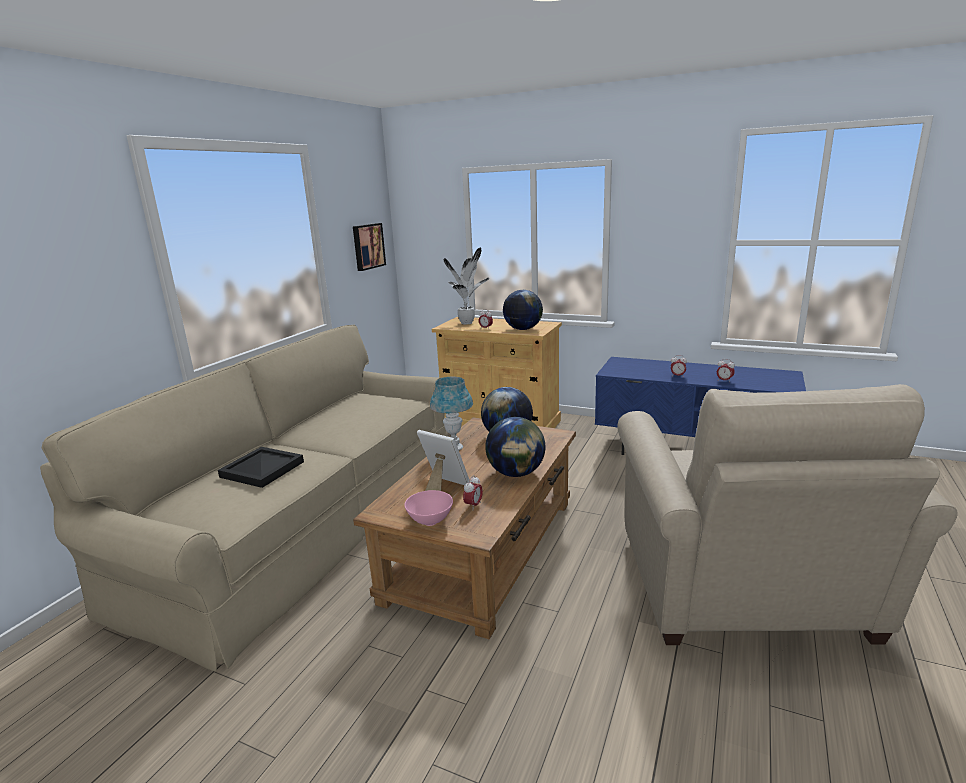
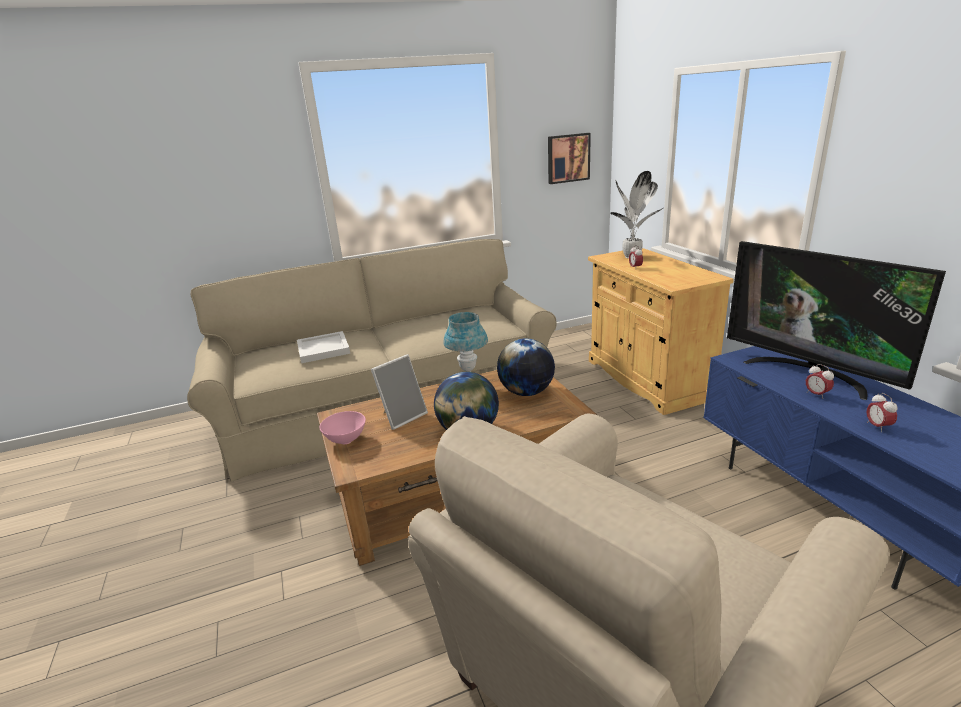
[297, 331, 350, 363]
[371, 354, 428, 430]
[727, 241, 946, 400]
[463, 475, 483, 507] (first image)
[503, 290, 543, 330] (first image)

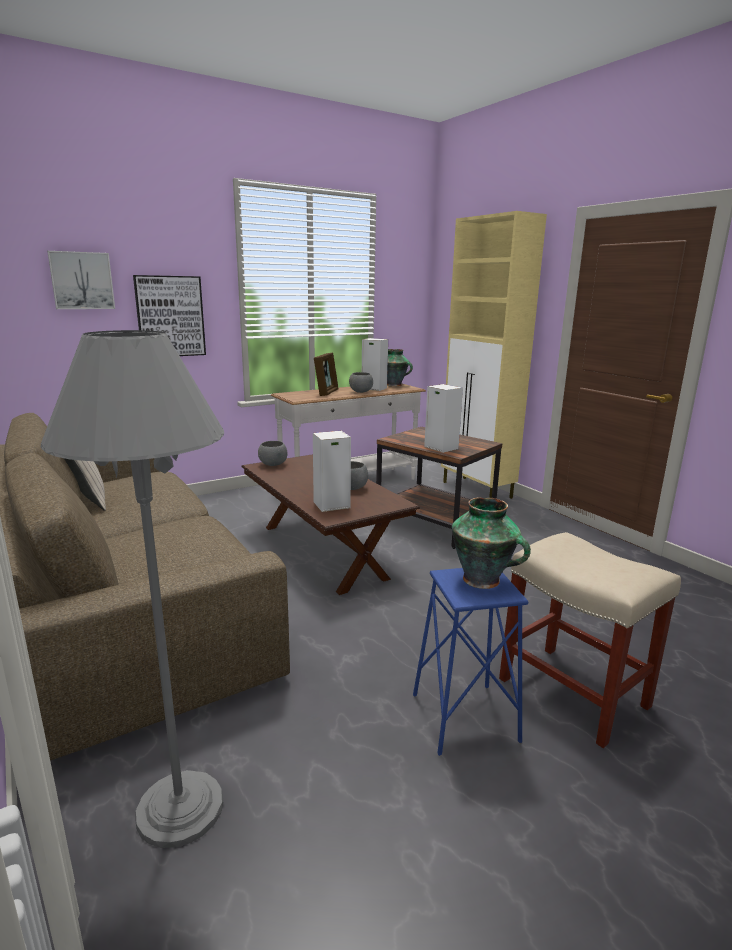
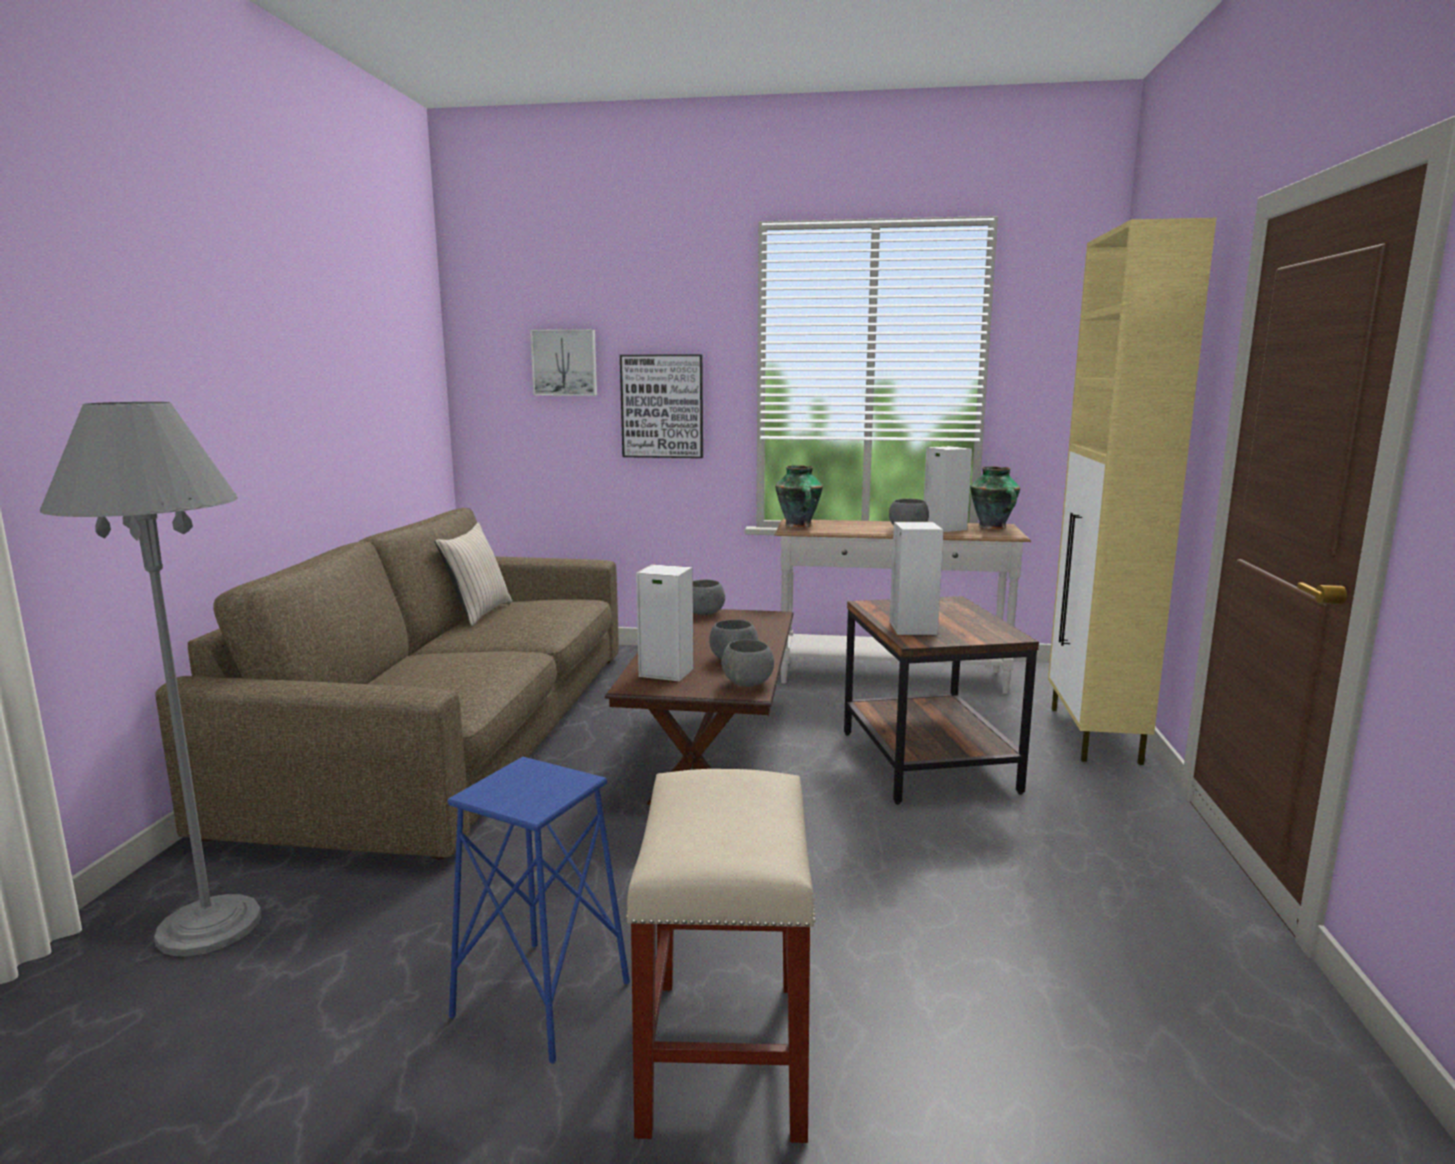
[721, 639, 774, 687]
[775, 465, 823, 528]
[314, 353, 339, 396] (first image)

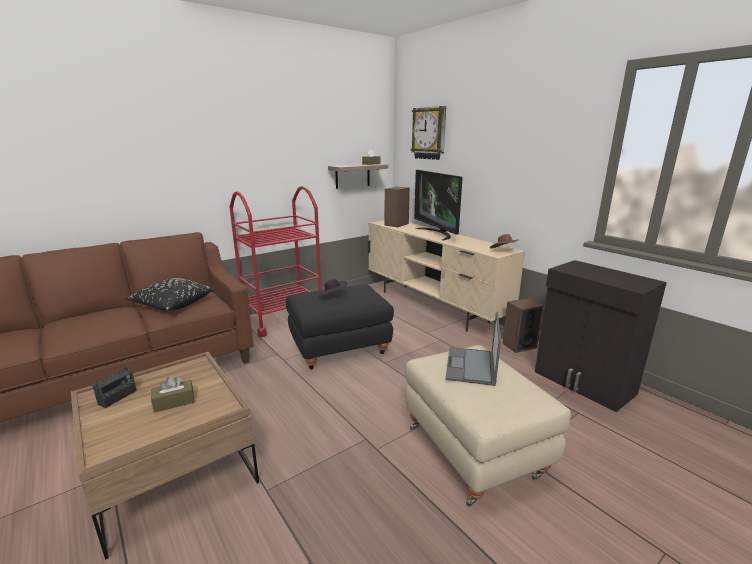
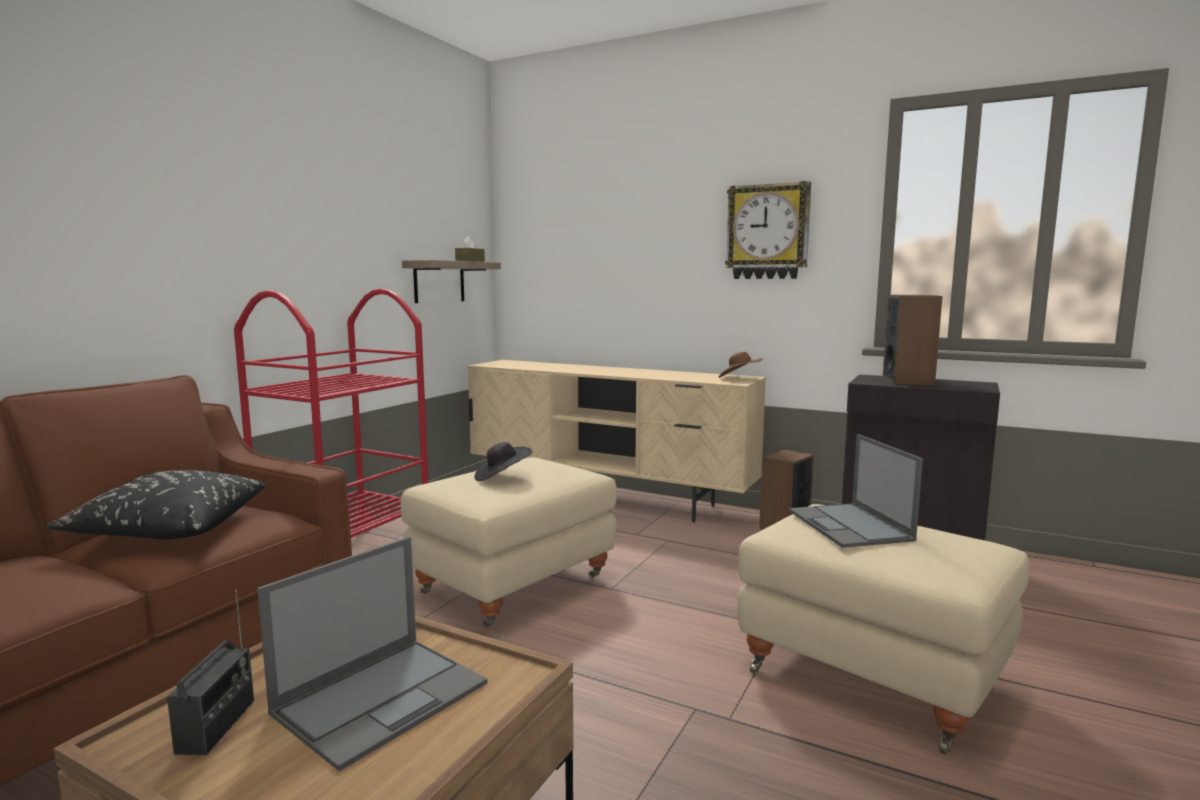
[257, 537, 487, 771]
[401, 457, 617, 627]
[725, 181, 811, 279]
[883, 295, 942, 385]
[414, 170, 463, 240] (first image)

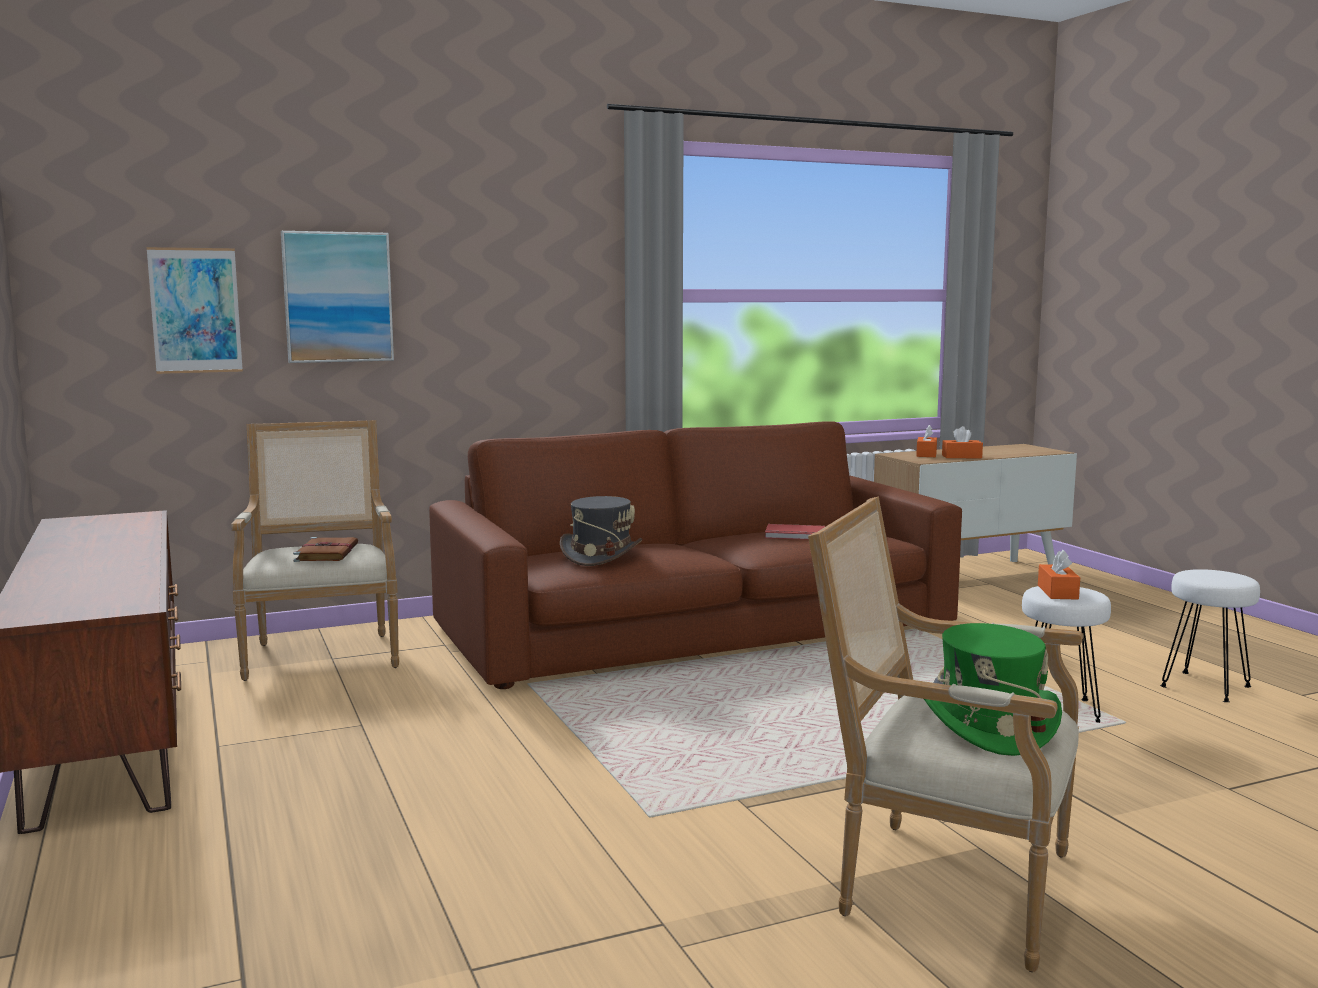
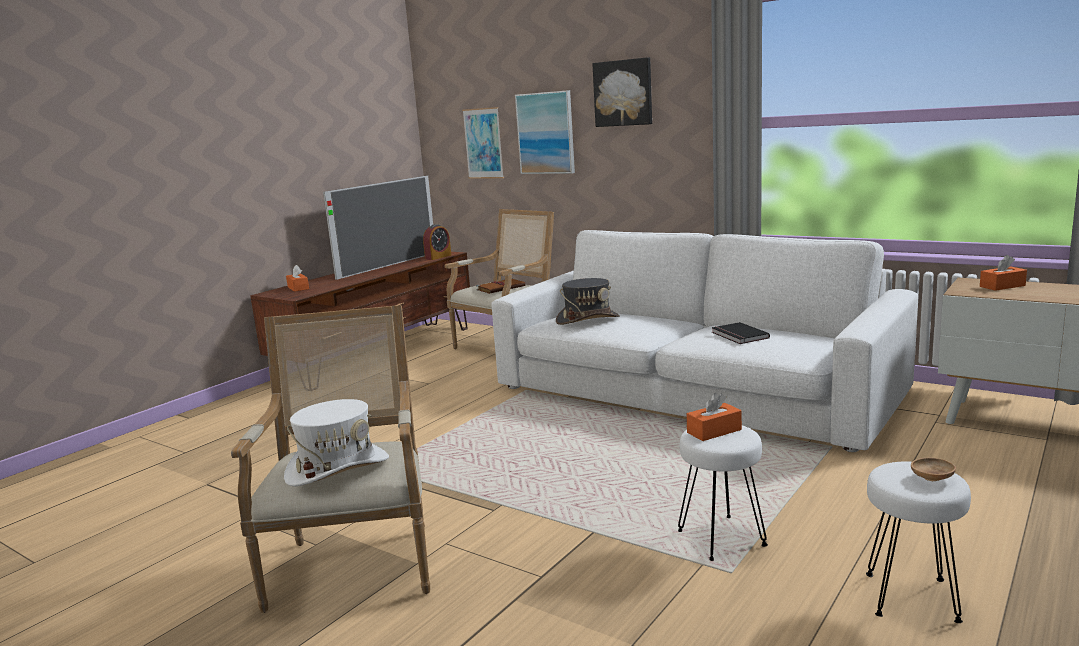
[284, 399, 389, 486]
[286, 265, 309, 292]
[323, 176, 433, 280]
[423, 224, 451, 260]
[491, 230, 918, 452]
[592, 57, 652, 127]
[712, 322, 770, 344]
[911, 458, 956, 481]

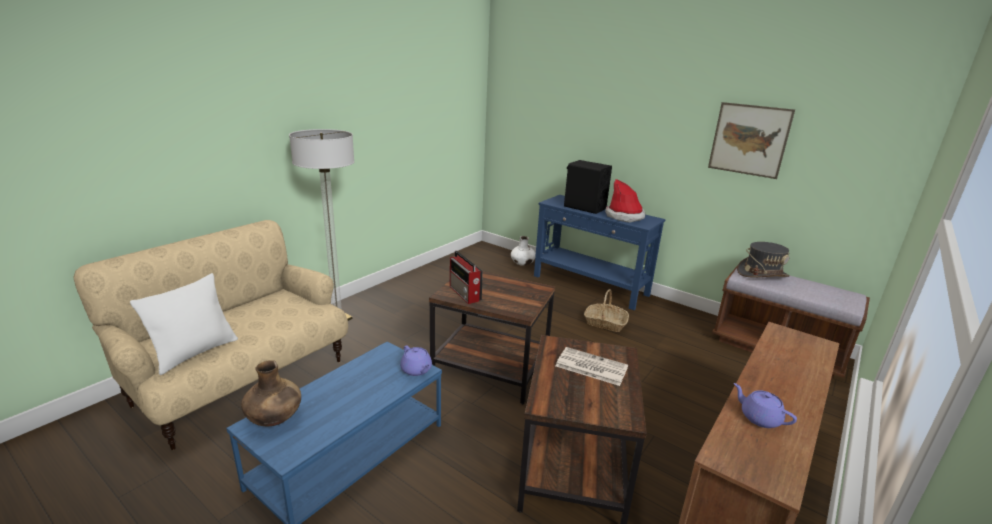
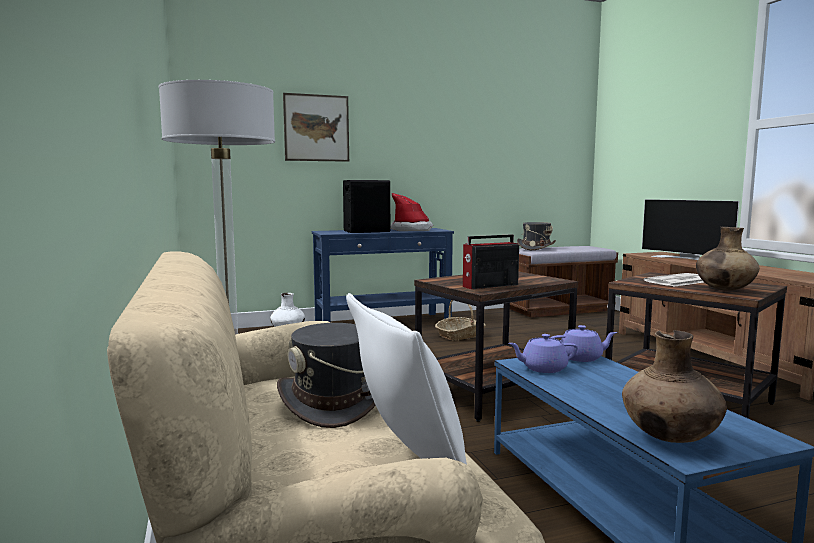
[277, 323, 376, 428]
[283, 93, 349, 162]
[463, 234, 519, 289]
[508, 334, 578, 373]
[642, 199, 739, 260]
[696, 227, 760, 291]

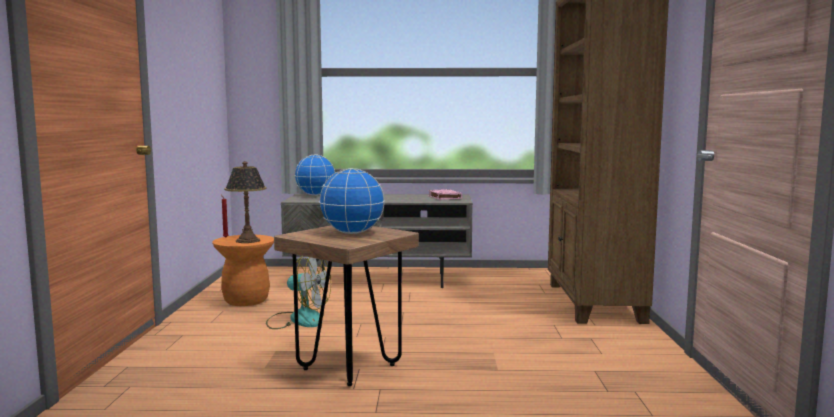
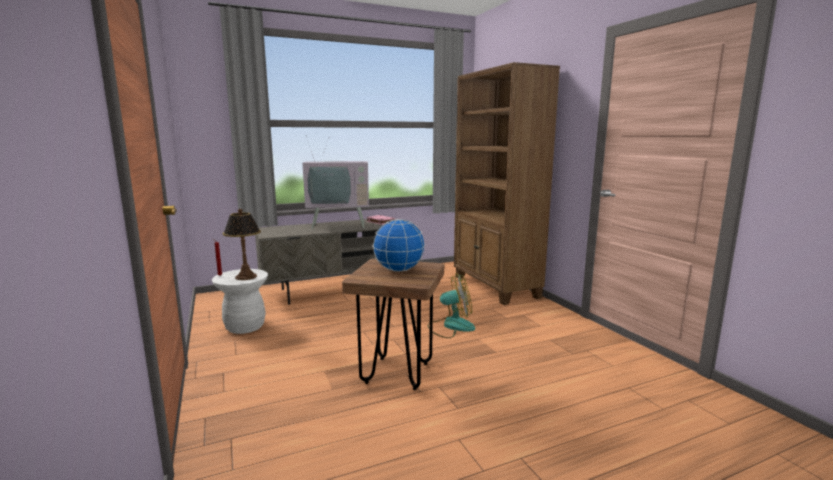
[212, 269, 268, 334]
[303, 135, 369, 229]
[428, 273, 475, 338]
[294, 155, 335, 196] (first image)

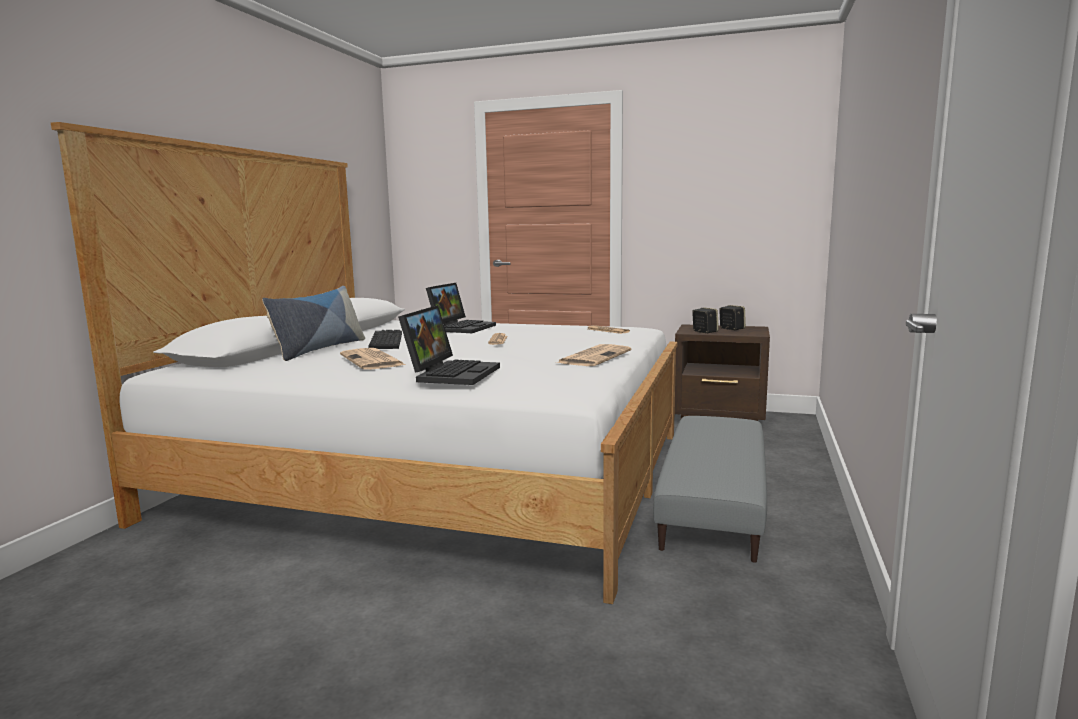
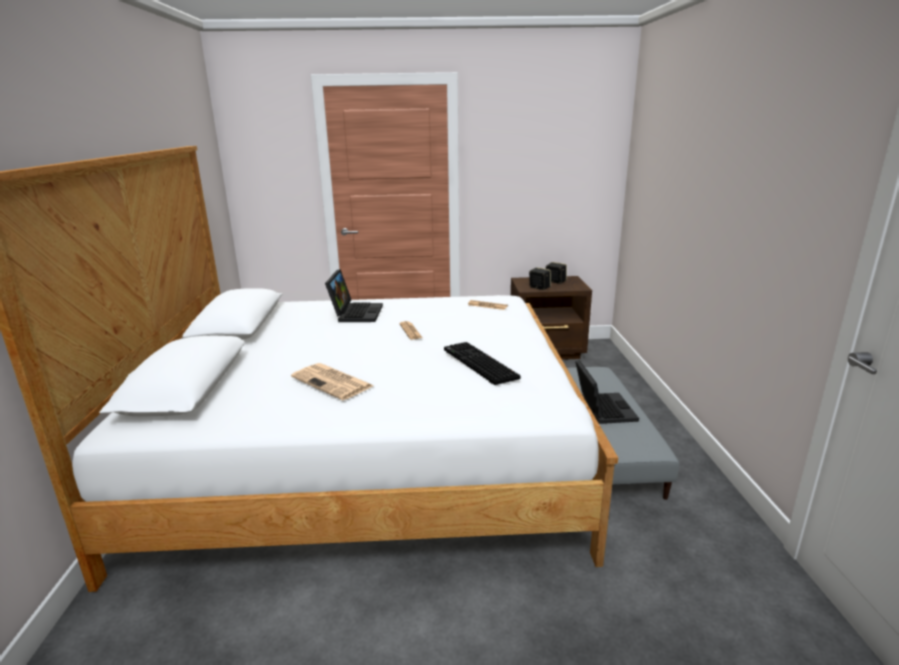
[444, 342, 521, 385]
[575, 360, 639, 424]
[262, 286, 365, 361] (first image)
[557, 344, 631, 366] (first image)

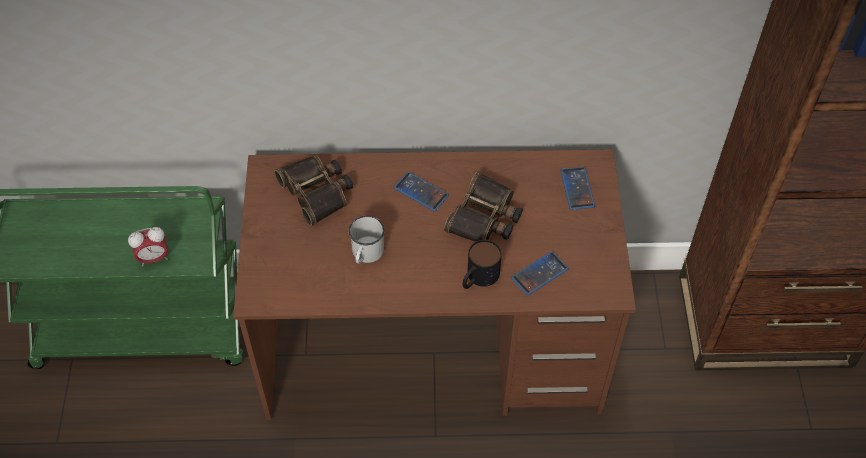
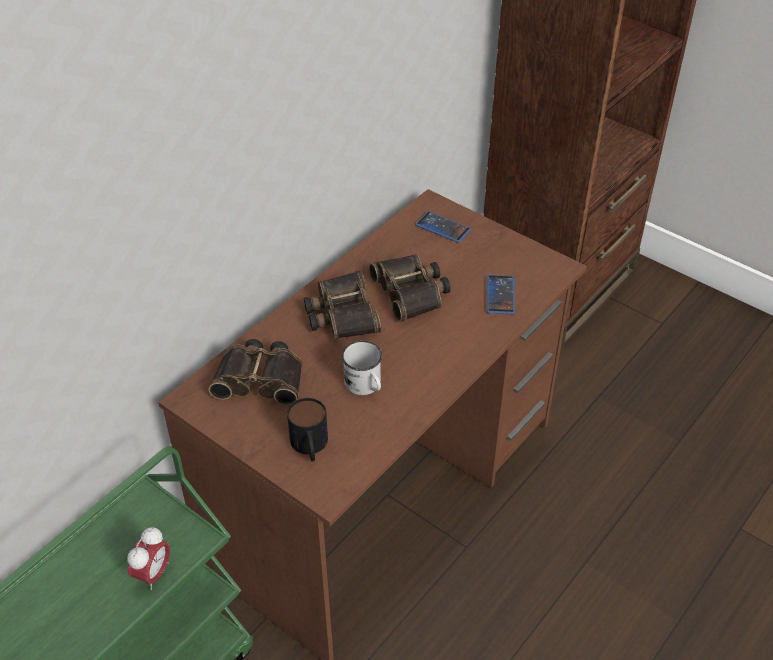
[287, 398, 328, 461]
[304, 270, 381, 339]

